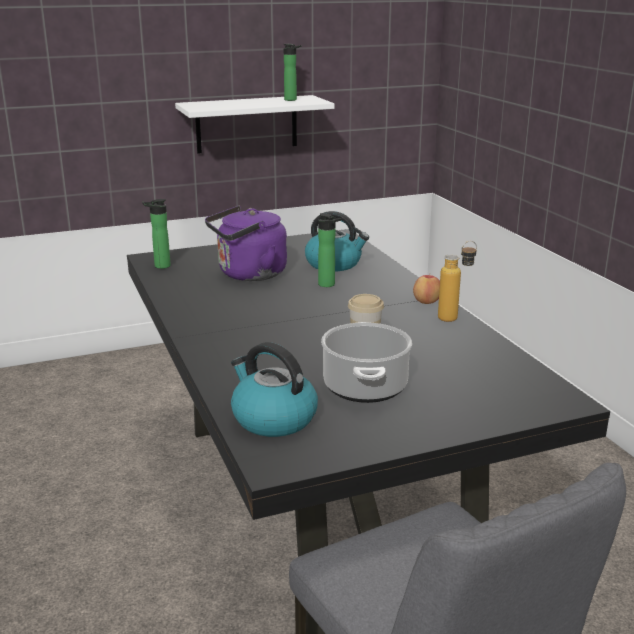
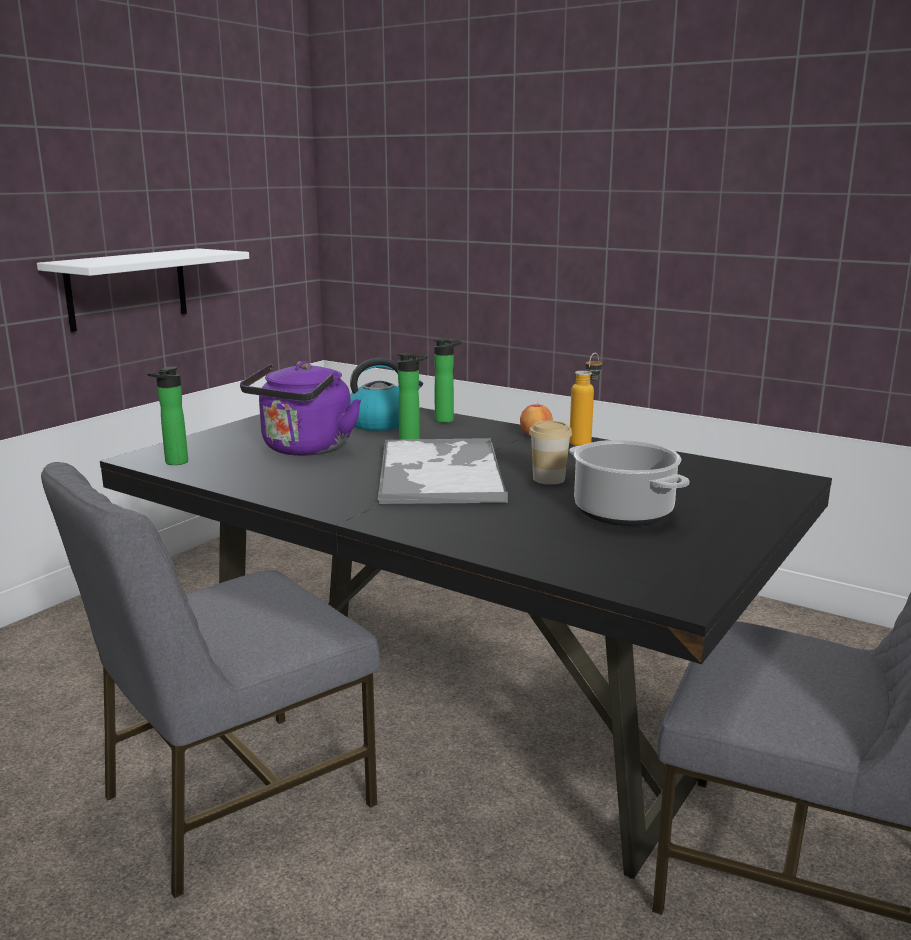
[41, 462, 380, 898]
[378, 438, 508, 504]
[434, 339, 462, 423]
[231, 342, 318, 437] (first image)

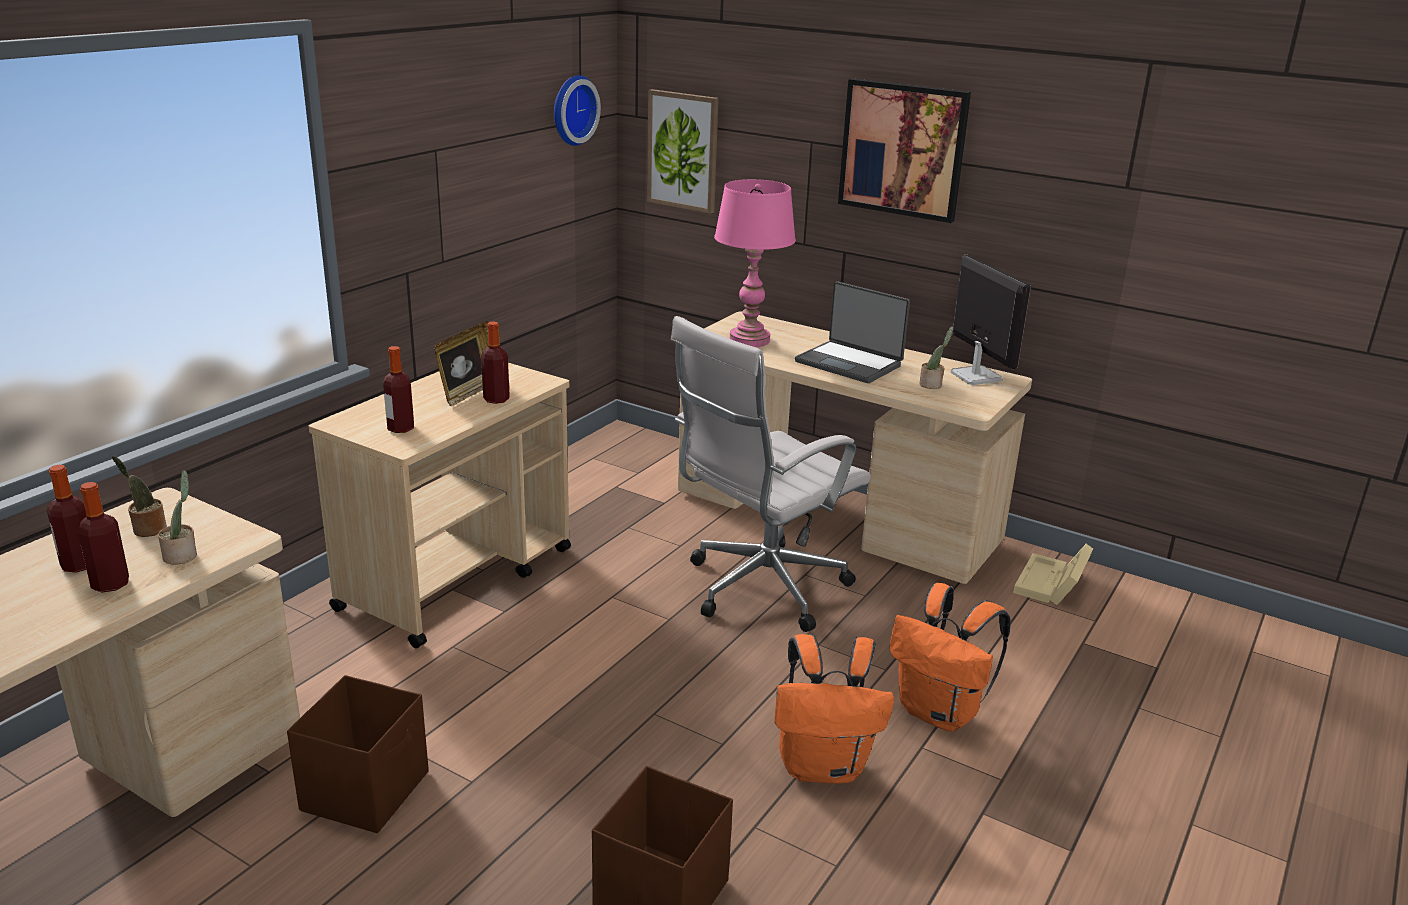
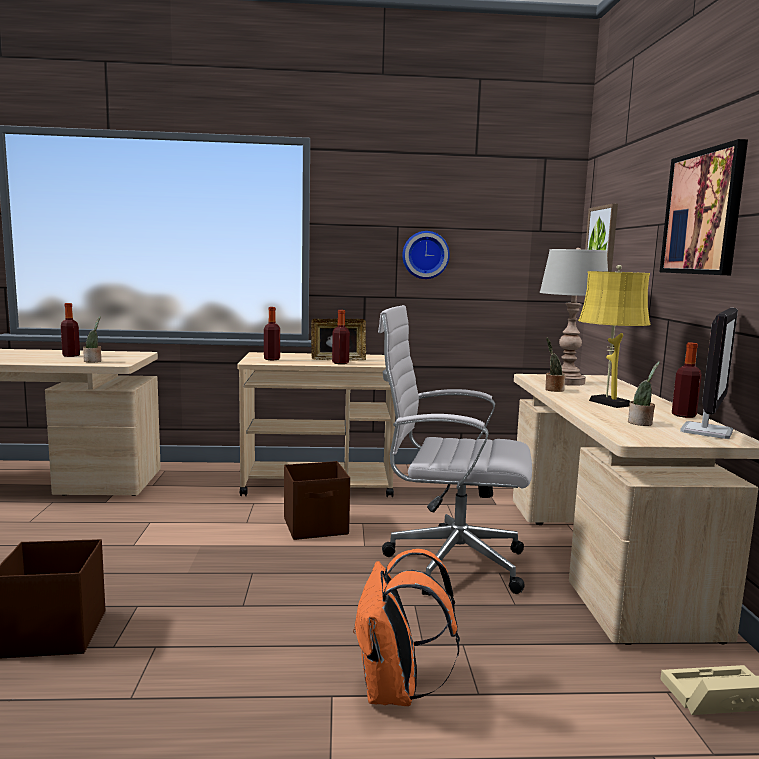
[284, 461, 350, 540]
[402, 231, 450, 279]
[539, 248, 608, 386]
[545, 338, 566, 392]
[578, 265, 650, 408]
[672, 342, 702, 418]
[775, 634, 894, 784] (first image)

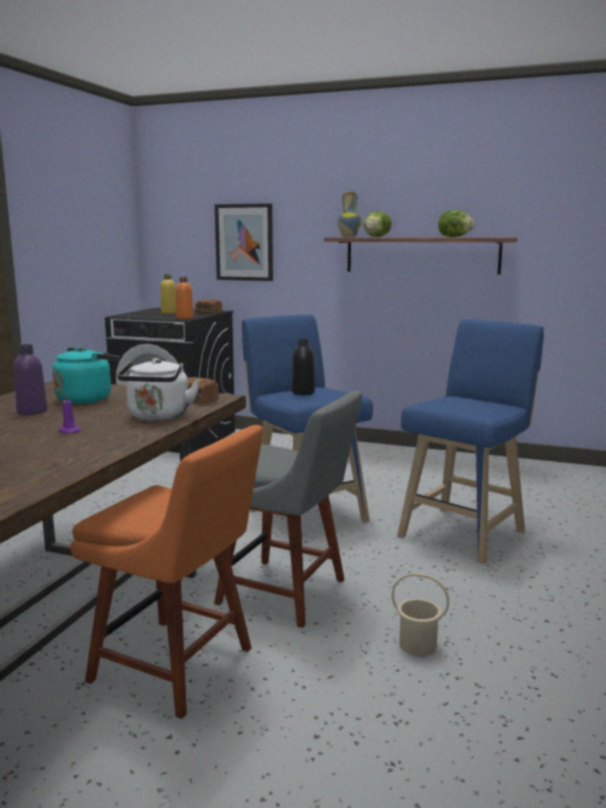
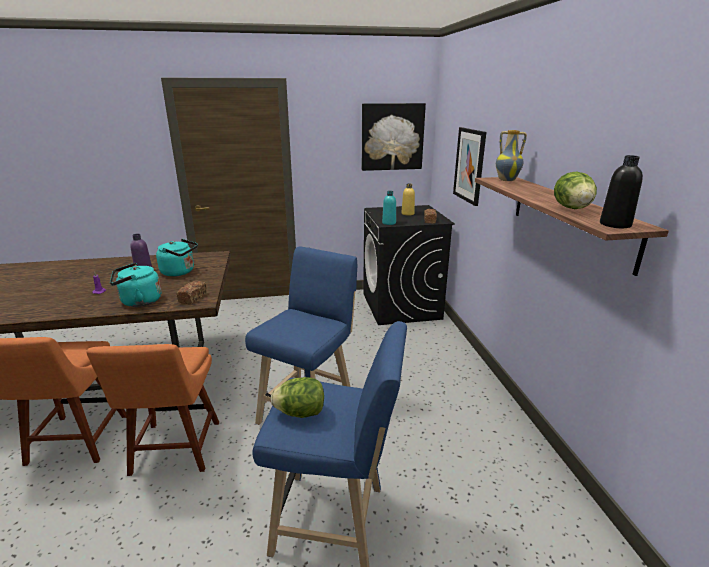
[87, 344, 219, 476]
[110, 263, 161, 307]
[271, 377, 324, 418]
[362, 103, 426, 171]
[382, 191, 396, 225]
[600, 155, 643, 228]
[392, 573, 449, 656] (first image)

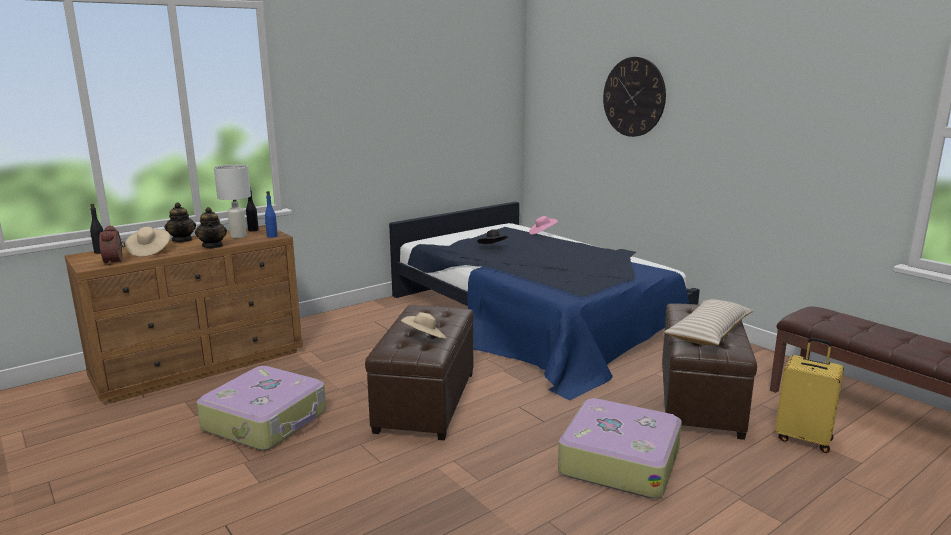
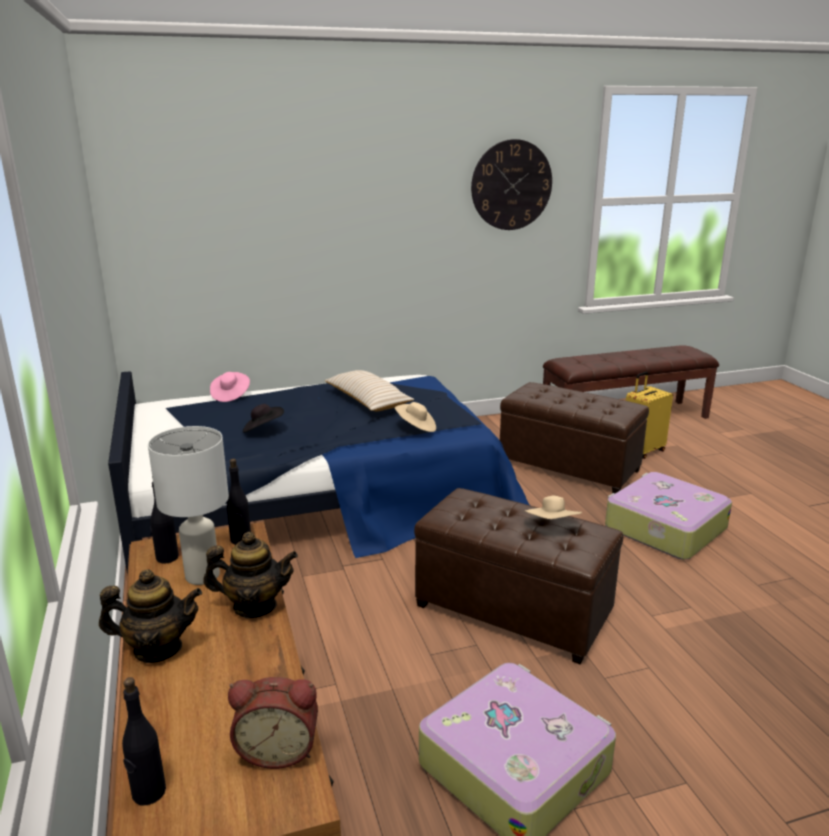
[227, 459, 251, 545]
[325, 370, 414, 411]
[395, 402, 436, 432]
[471, 139, 552, 230]

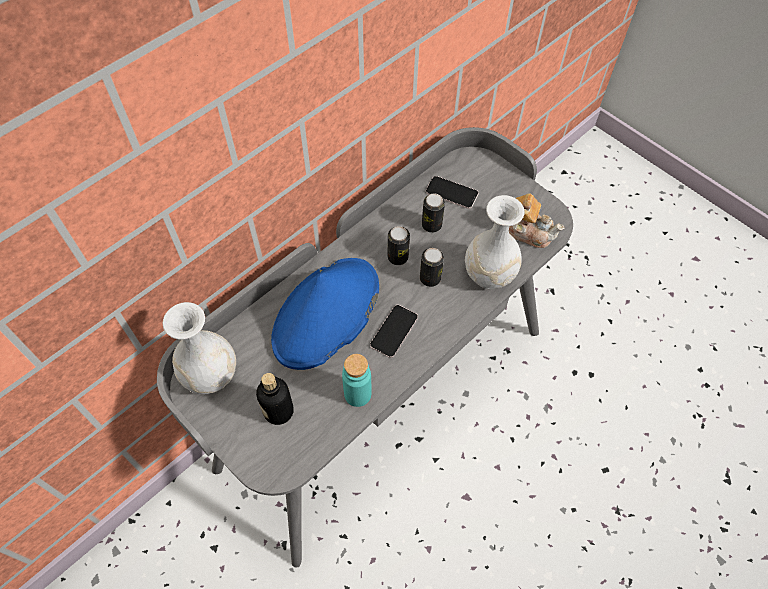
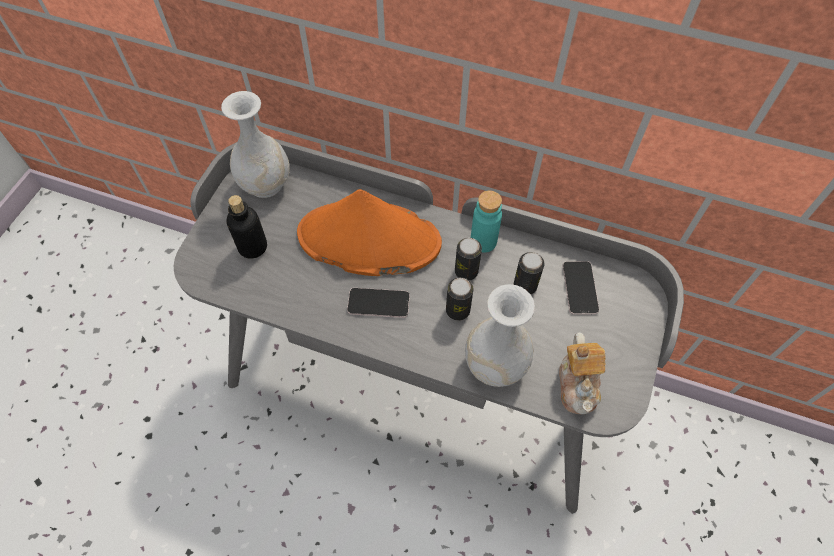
[297, 189, 442, 276]
[471, 190, 502, 253]

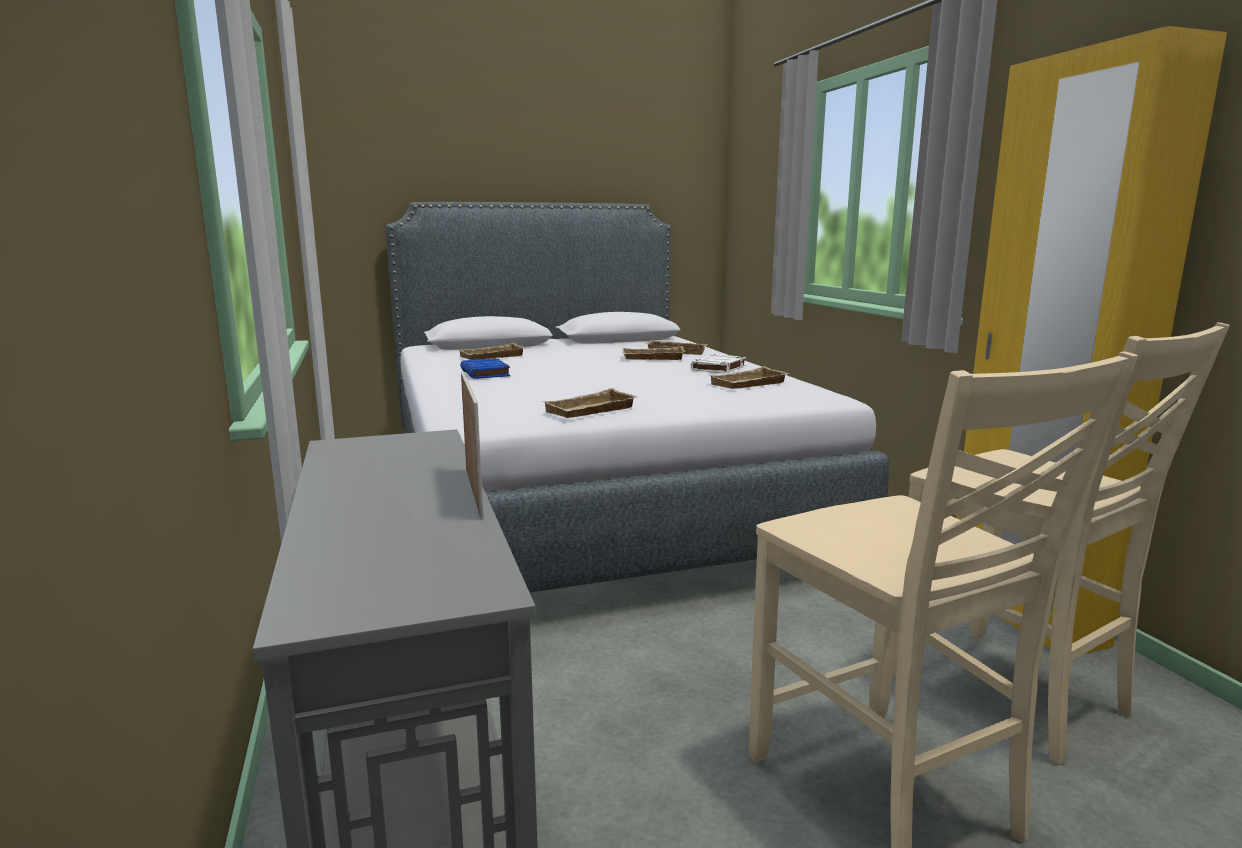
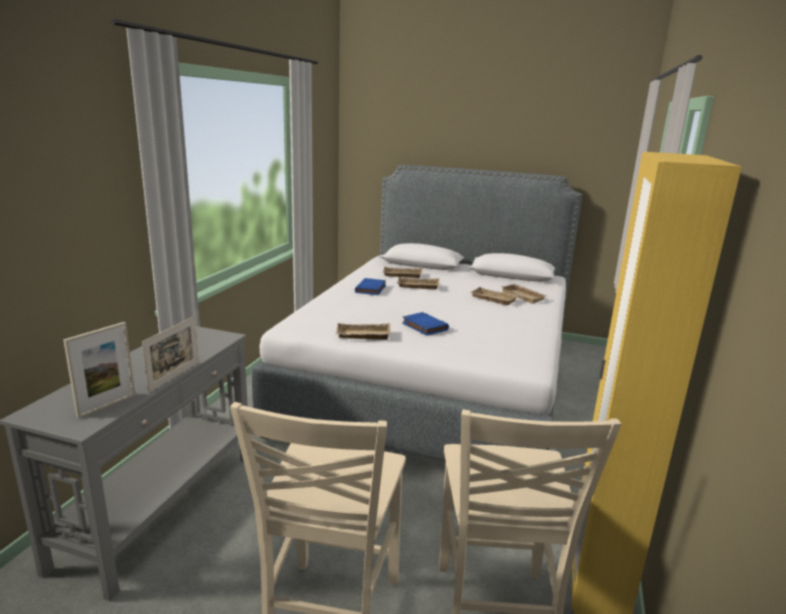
[63, 322, 135, 419]
[397, 277, 440, 290]
[402, 312, 449, 336]
[691, 354, 746, 374] (first image)

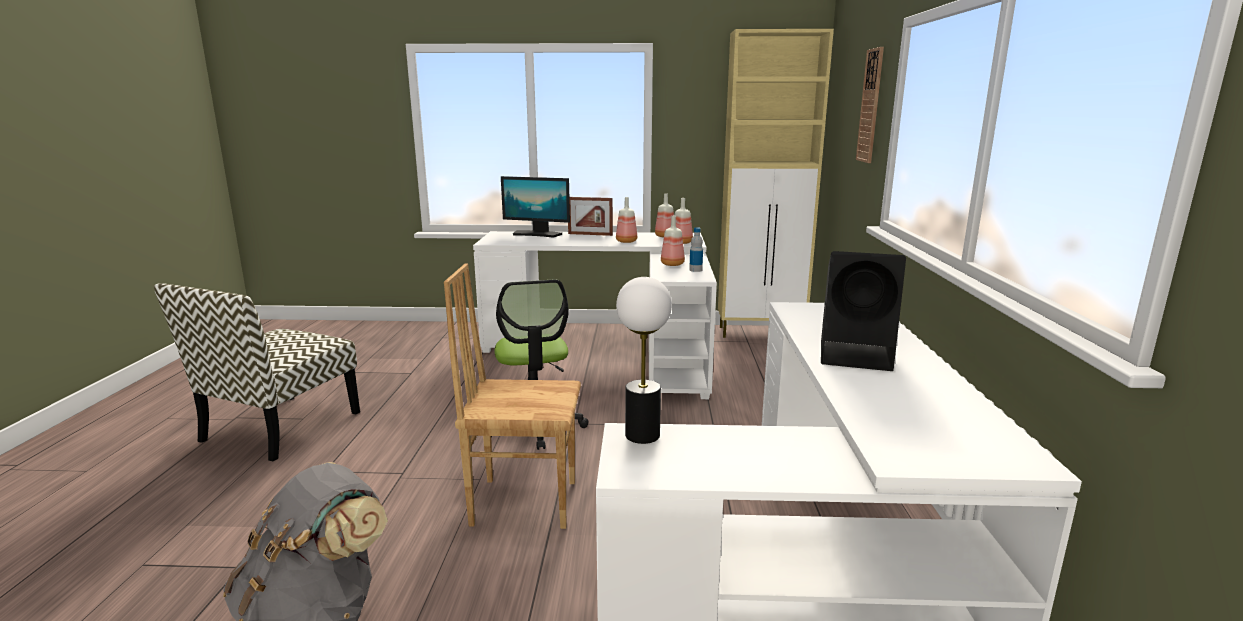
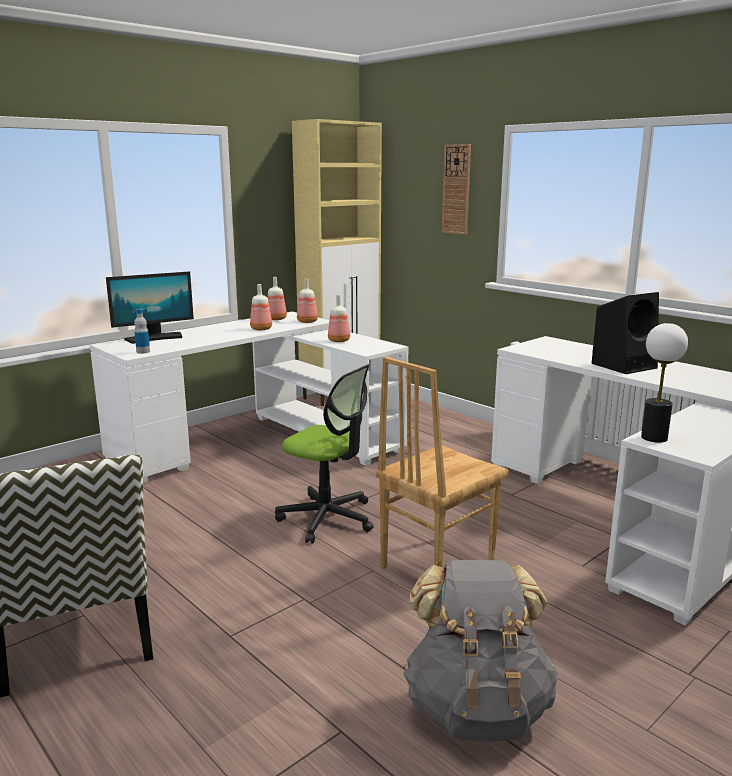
[134, 309, 150, 354]
[568, 197, 613, 236] (first image)

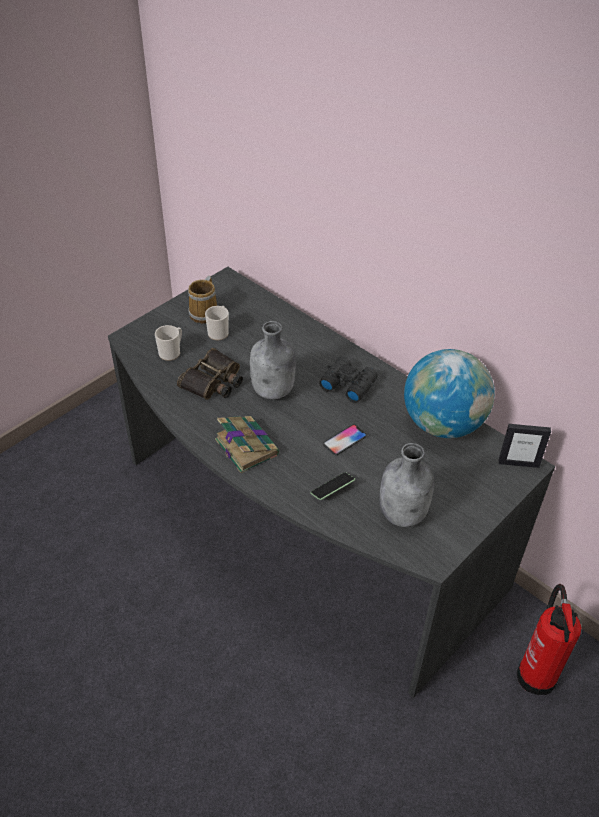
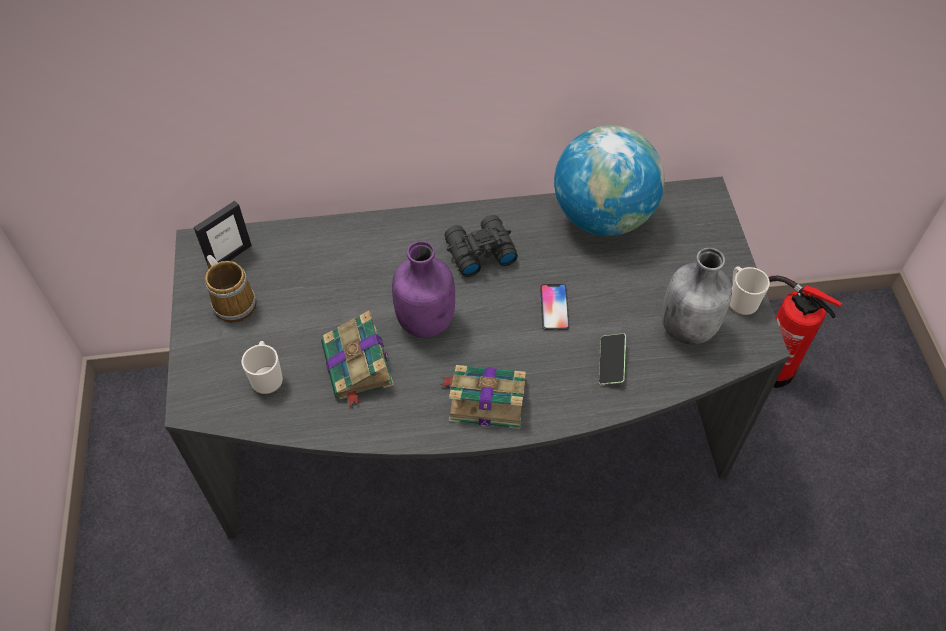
[193, 201, 252, 268]
[321, 311, 394, 407]
[392, 241, 455, 338]
[730, 266, 770, 315]

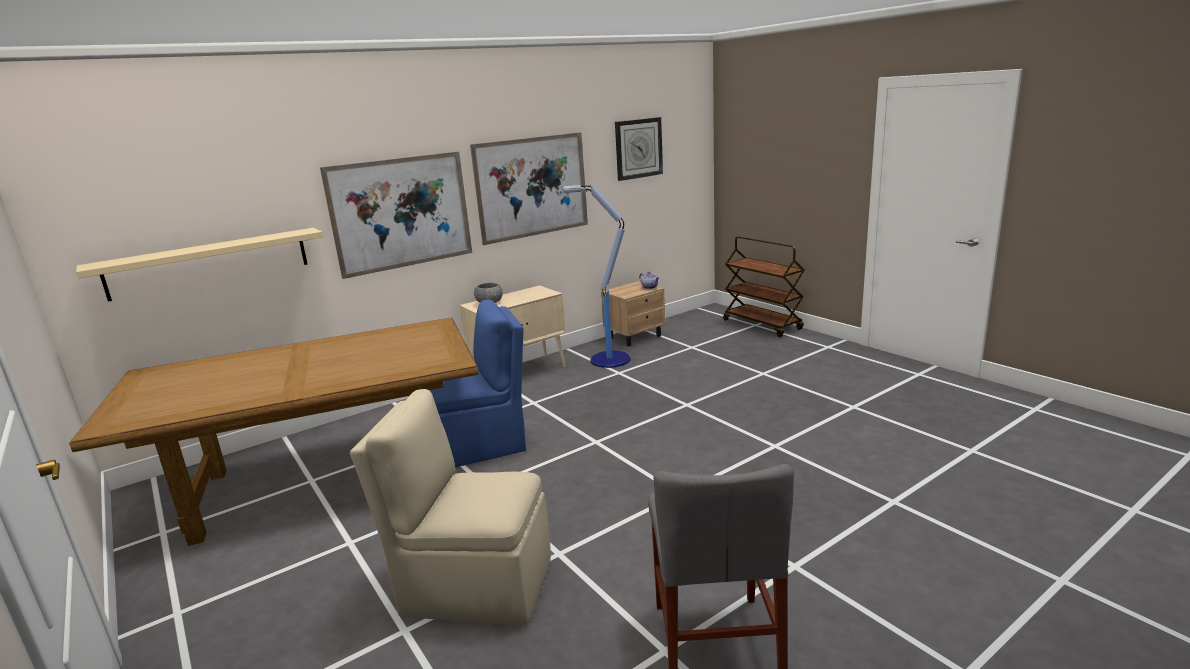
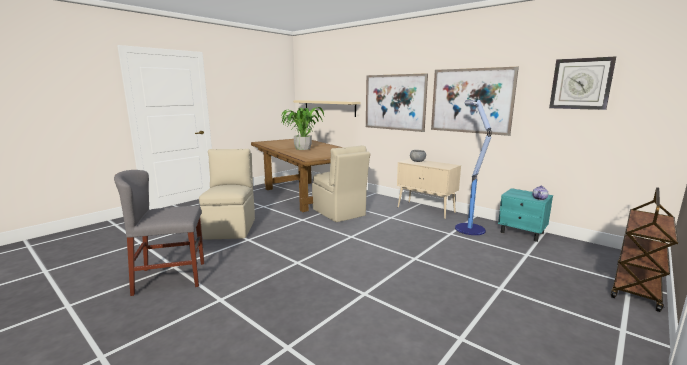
[281, 107, 324, 150]
[312, 145, 370, 222]
[498, 188, 553, 242]

